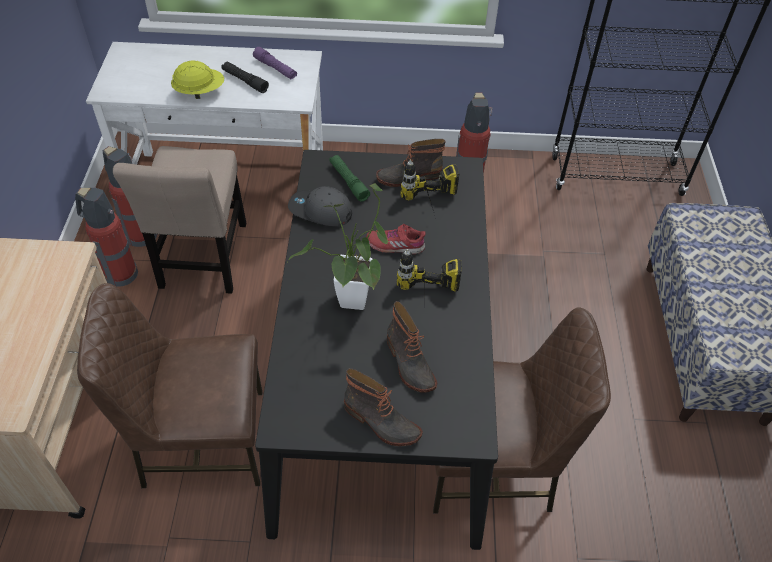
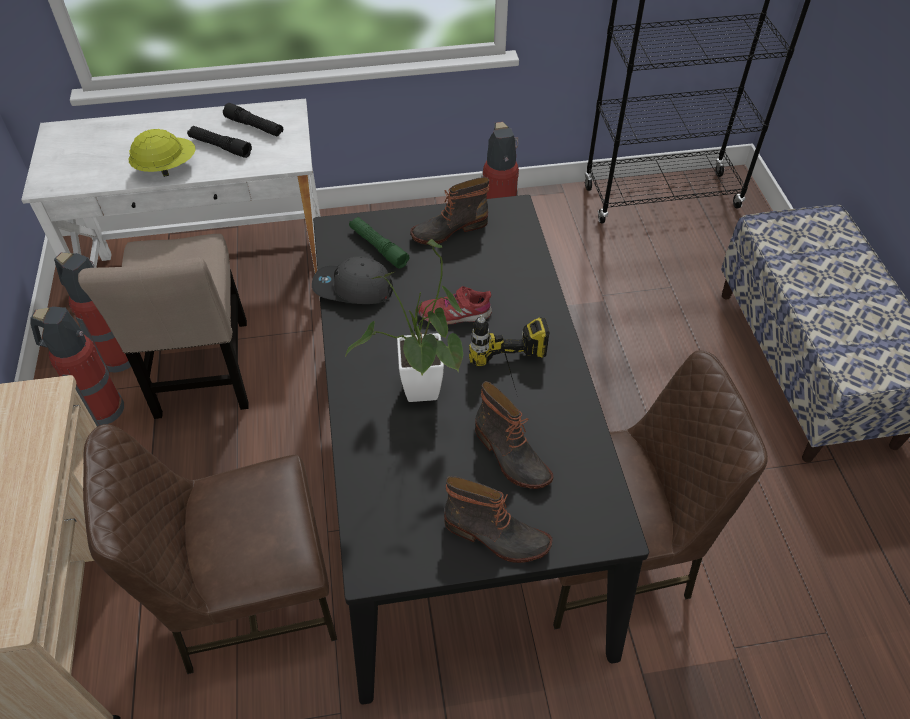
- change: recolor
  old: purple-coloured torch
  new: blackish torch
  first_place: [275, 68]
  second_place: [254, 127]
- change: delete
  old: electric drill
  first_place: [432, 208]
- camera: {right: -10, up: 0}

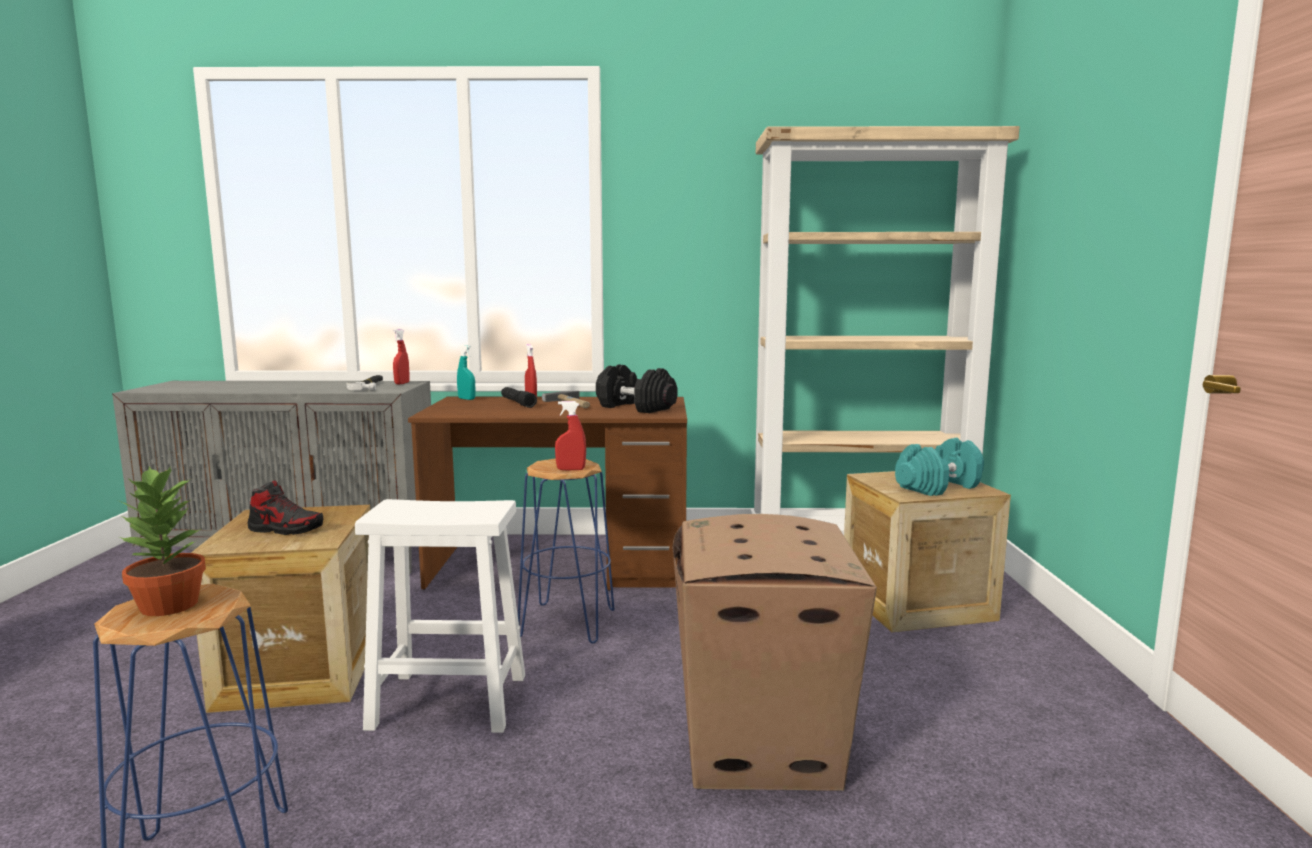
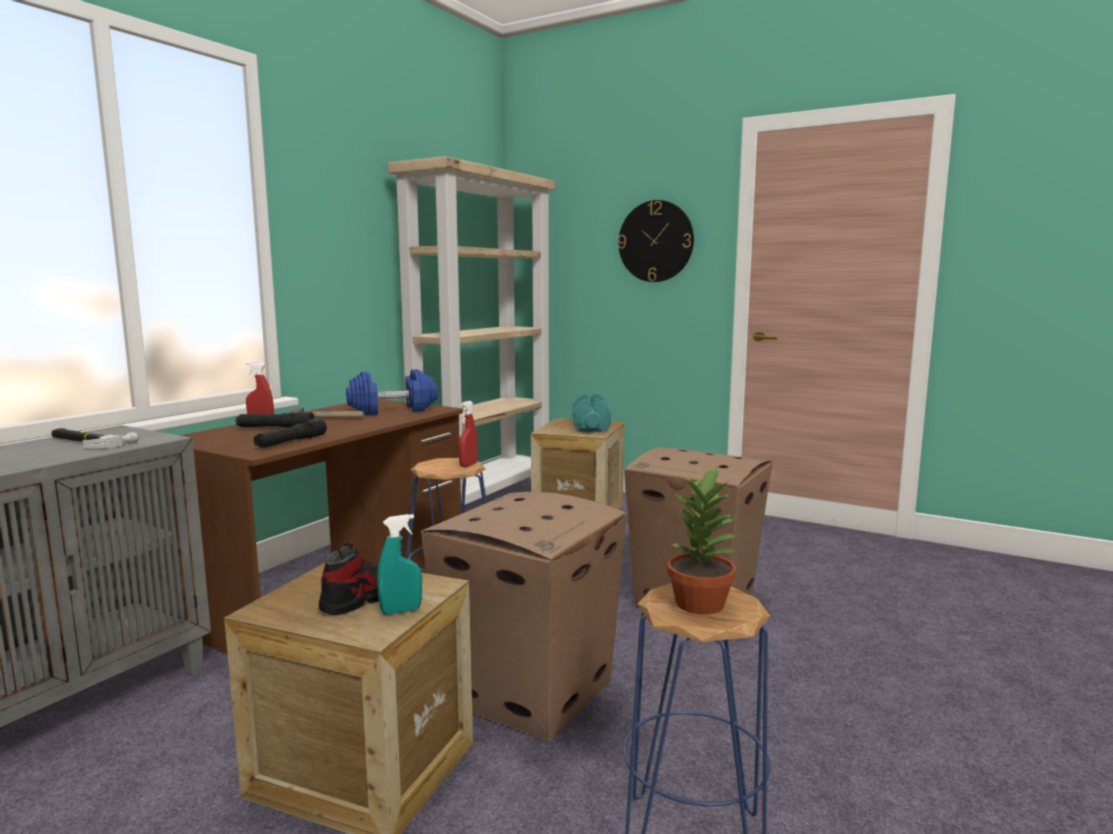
- change: delete
  old: red-coloured sprayer
  first_place: [402, 383]
- change: move
  old: blue-green sprayer
  first_place: [466, 399]
  second_place: [401, 611]
- change: recolor
  old: blackish dumbbell
  new: blue dumbbell
  first_place: [636, 407]
  second_place: [393, 410]
- change: replace
  old: whitish sitting stool
  new: cardboard box
  first_place: [452, 701]
  second_place: [530, 690]
- change: insert
  new: hanging clock
  second_place: [655, 241]
- change: insert
  new: blackish torch
  second_place: [291, 442]
- camera: {right: -60, up: 0}

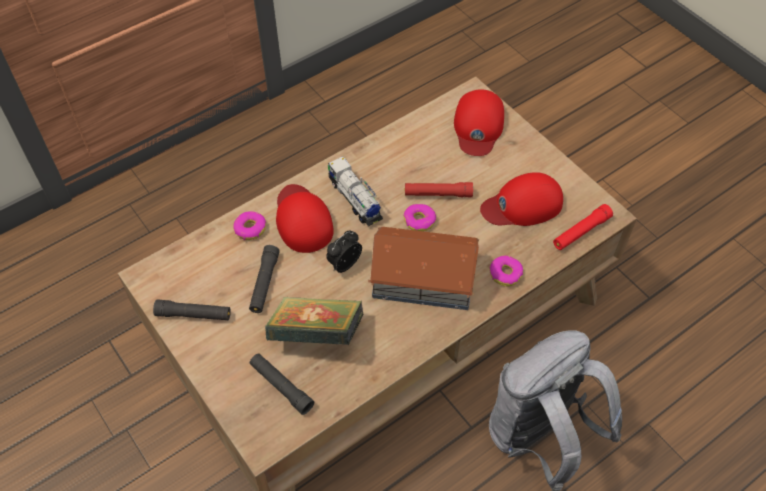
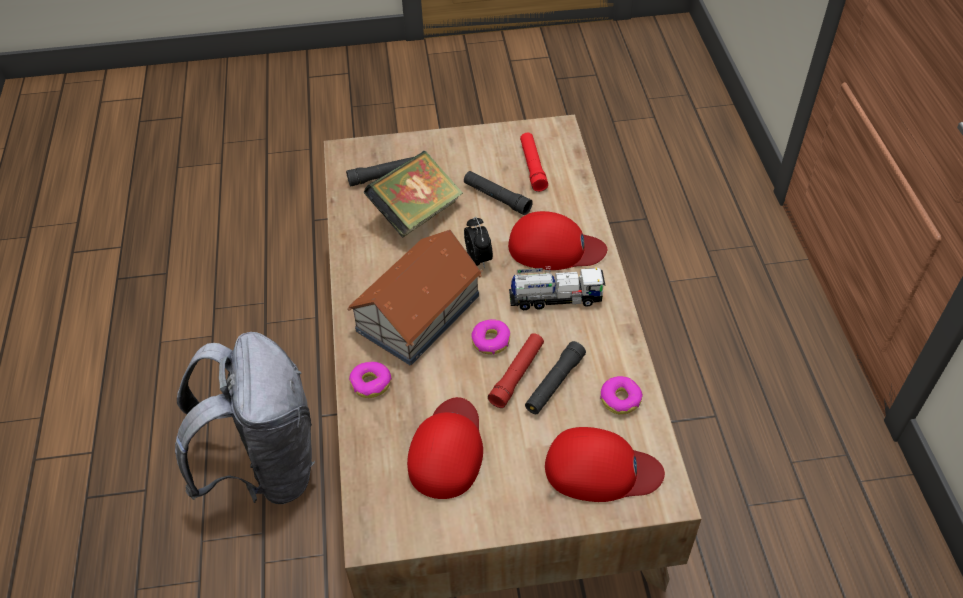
- change: rotate
  old: red-coloured cap
  first_place: [478, 126]
  second_place: [601, 470]
  degrees: 150
- change: move
  old: red-coloured torch
  first_place: [581, 232]
  second_place: [532, 166]
- change: move
  old: doughnut
  first_place: [250, 229]
  second_place: [620, 399]
- change: move
  old: blackish torch
  first_place: [194, 314]
  second_place: [554, 383]
- camera: {right: 120, up: -5}

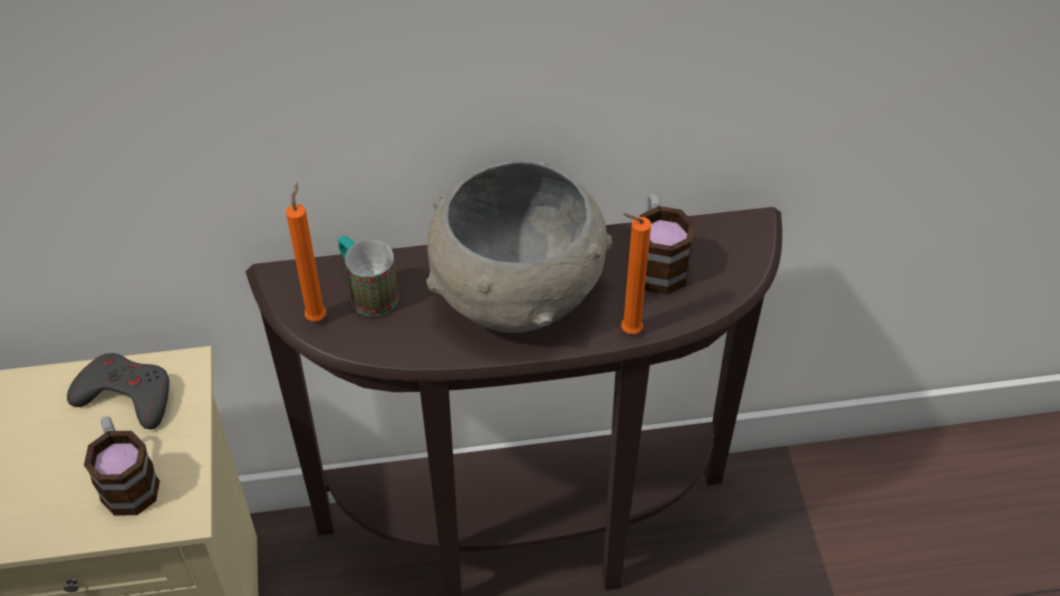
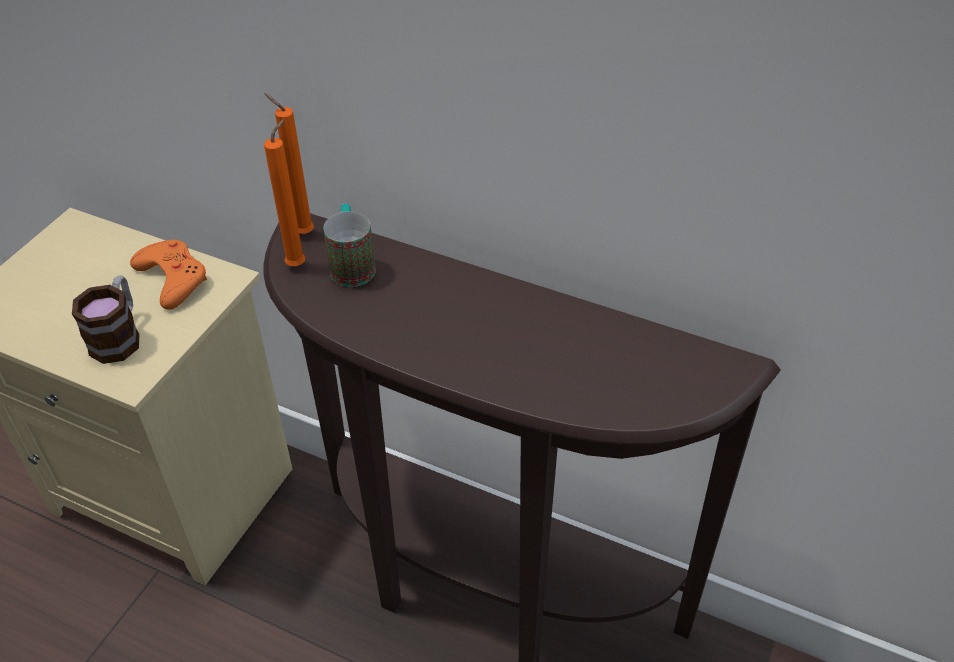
- change: delete
  old: gray bowl
  first_place: [516, 291]
- change: delete
  old: coffee mug
  first_place: [657, 262]
- change: move
  old: orange wax candle
  first_place: [627, 331]
  second_place: [302, 233]
- change: recolor
  old: gray joypad
  new: orange joypad
  first_place: [126, 395]
  second_place: [172, 278]
- camera: {right: 35, up: -5}

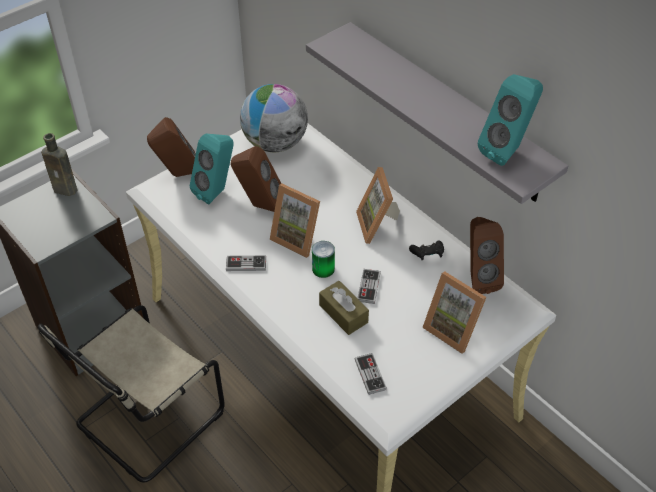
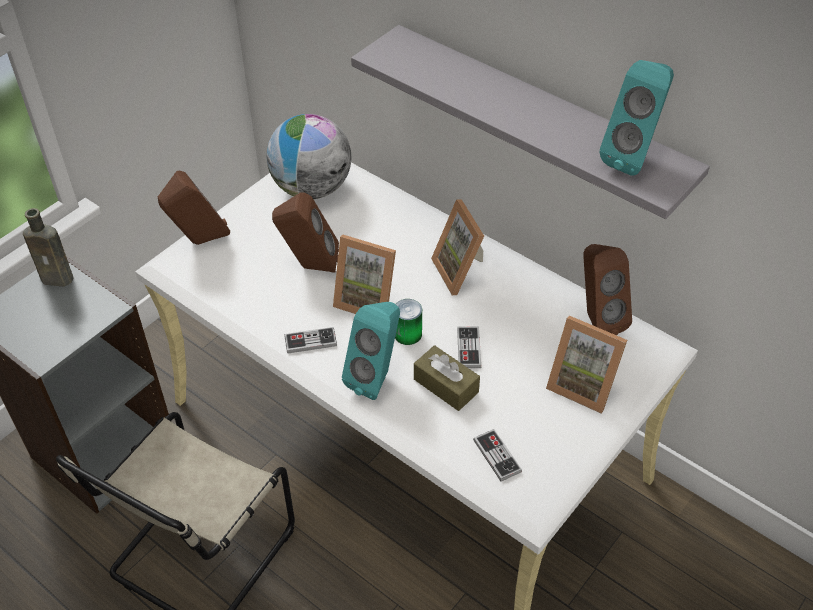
- change: move
  old: blue-green speaker
  first_place: [217, 191]
  second_place: [376, 377]
- change: delete
  old: blackish joypad
  first_place: [427, 254]
- camera: {right: -10, up: 0}

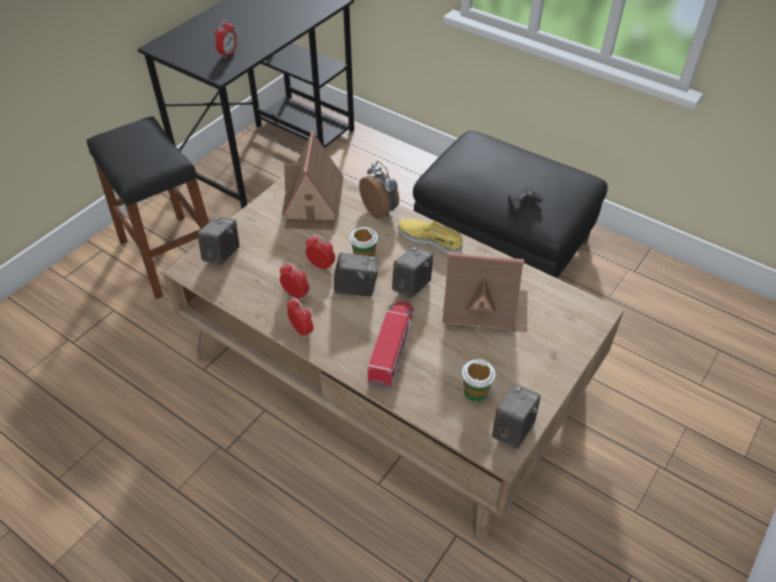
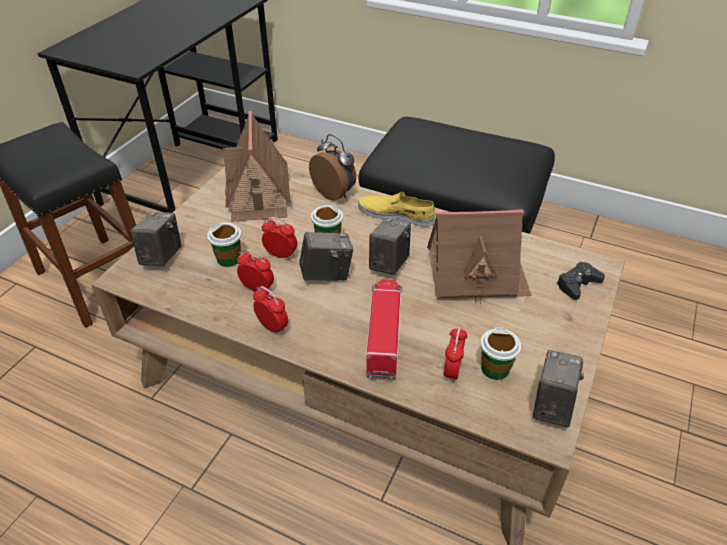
- change: move
  old: bedside clock
  first_place: [228, 54]
  second_place: [452, 370]
- change: move
  old: blackish joypad
  first_place: [523, 202]
  second_place: [577, 284]
- change: insert
  new: small cup
  second_place: [229, 259]
- camera: {right: -10, up: -5}

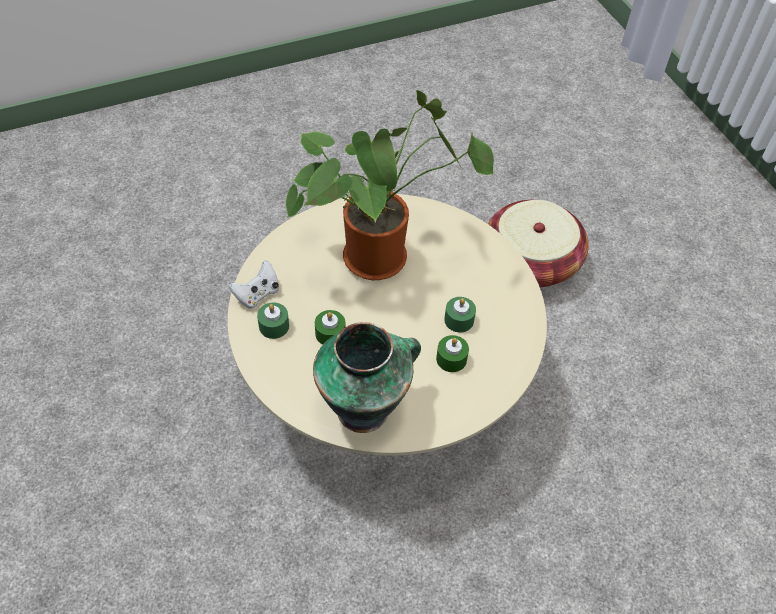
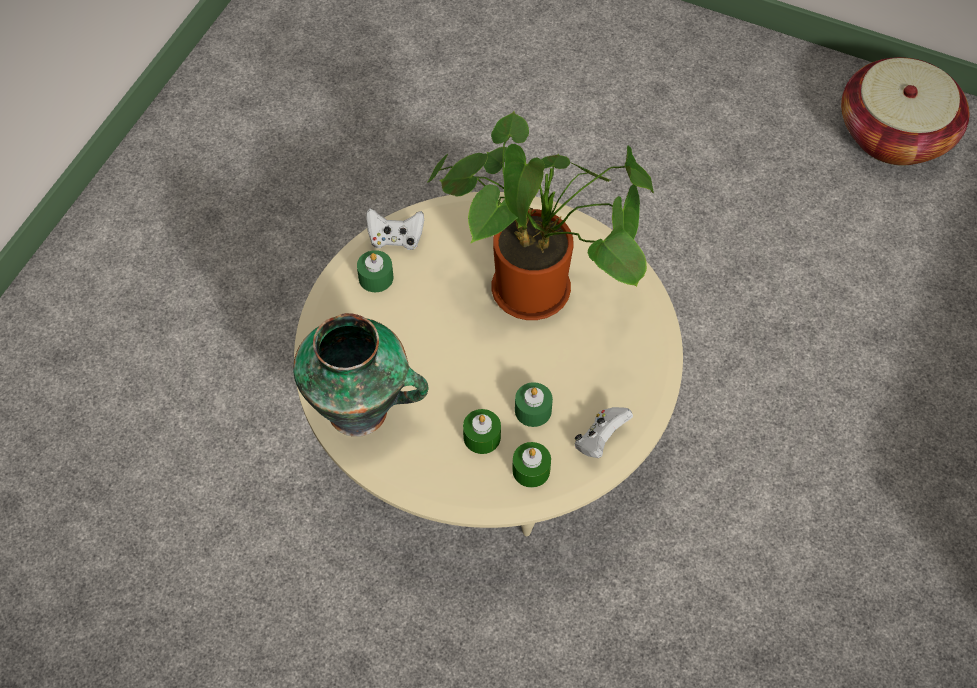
- change: move
  old: basket
  first_place: [531, 261]
  second_place: [895, 134]
- change: move
  old: greenish wax candle
  first_place: [330, 333]
  second_place: [531, 470]
- change: insert
  new: whitish joypad
  second_place: [600, 440]
- camera: {right: 50, up: 5}

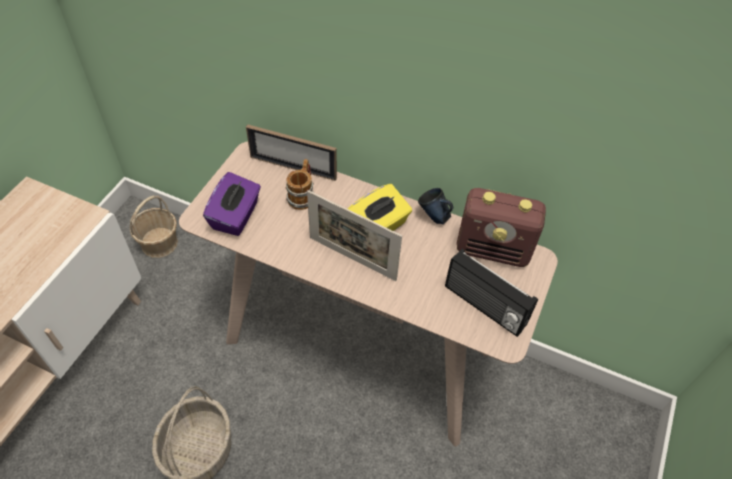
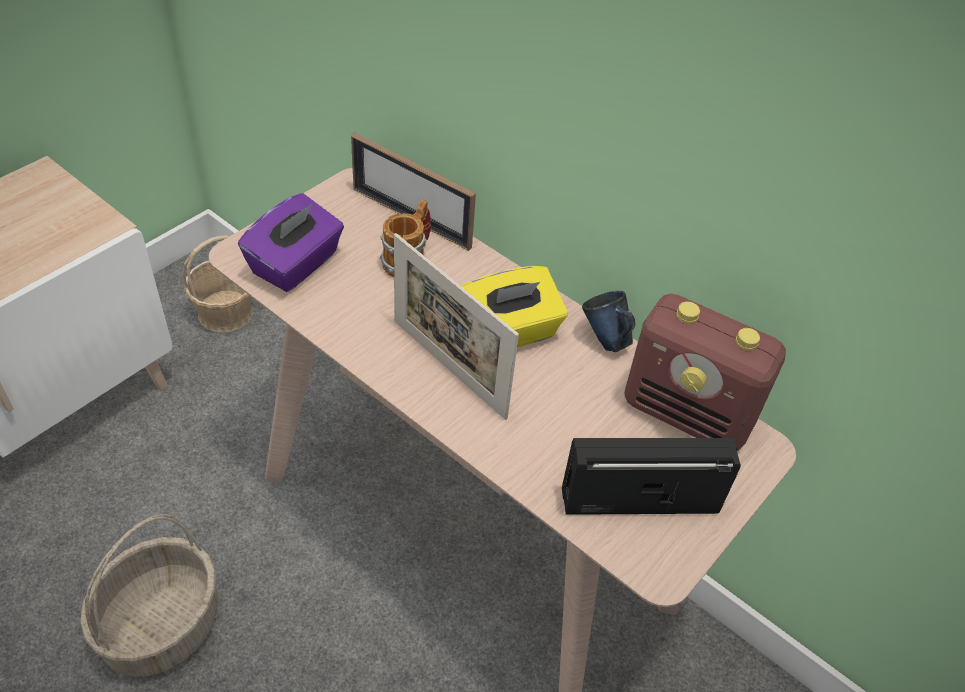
- change: rotate
  old: radio set
  first_place: [483, 306]
  second_place: [639, 499]
  degrees: 120
- camera: {right: 15, up: -5}

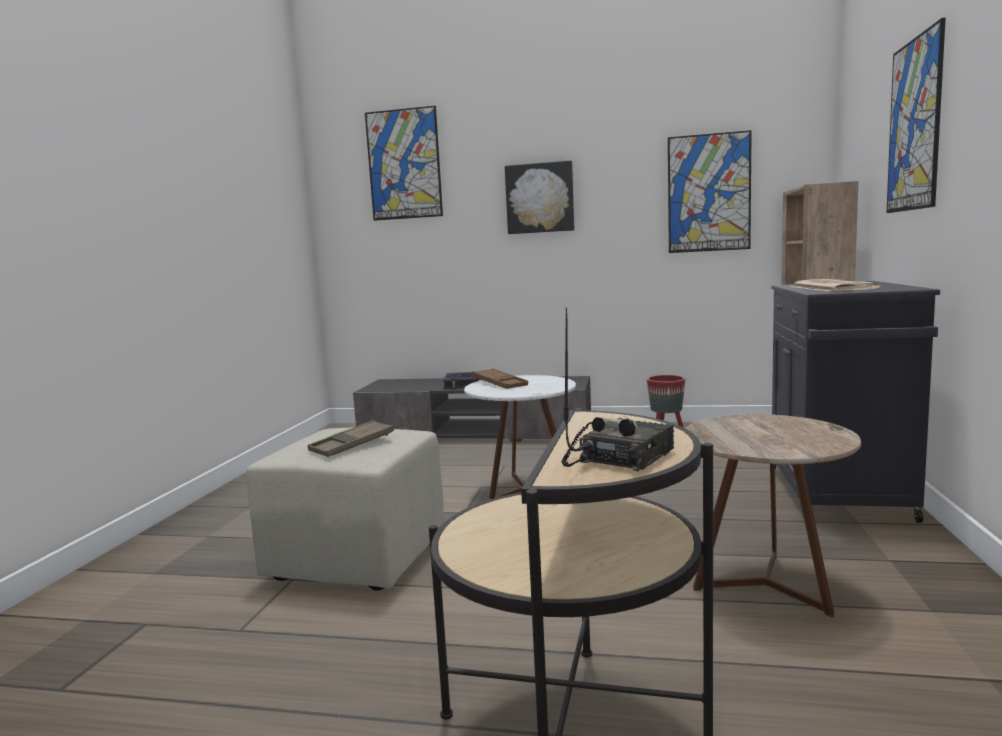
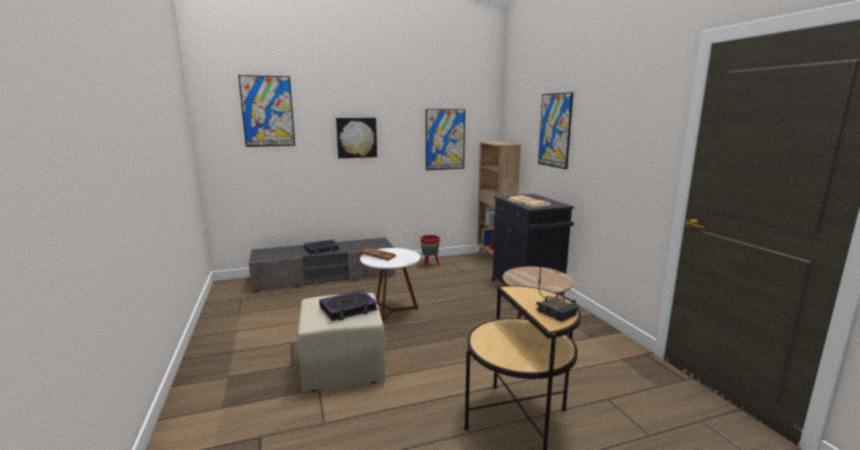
- change: rotate
  old: radio set
  first_place: [618, 457]
  second_place: [556, 312]
  degrees: 135
- change: replace
  old: brown-coloured serving tray
  new: volume
  first_place: [352, 445]
  second_place: [348, 309]
- camera: {right: -30, up: 5}

